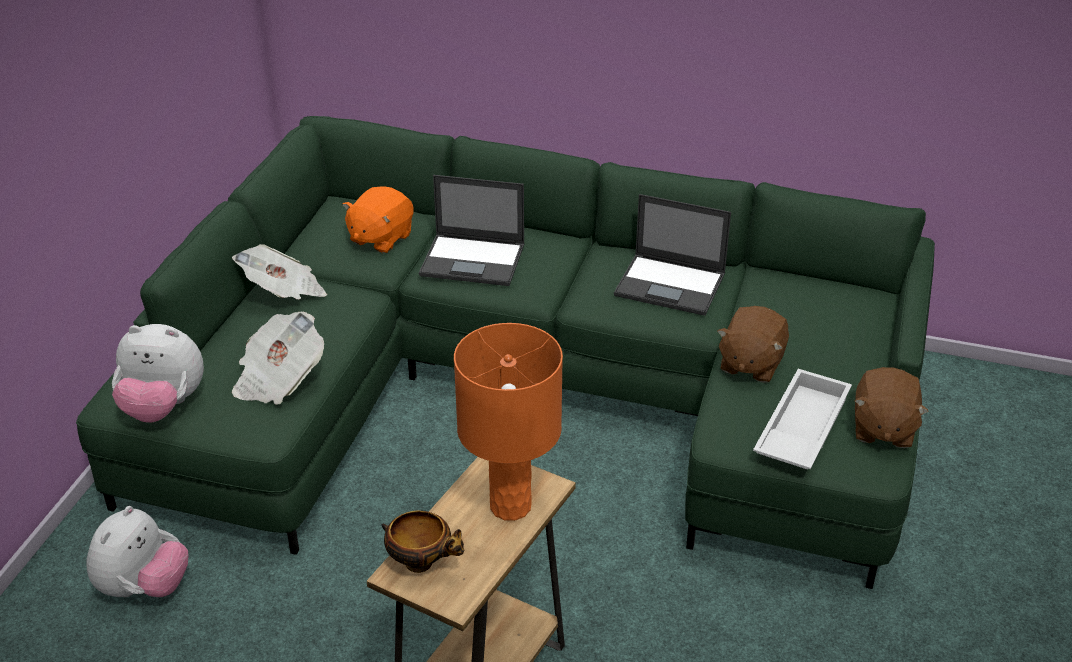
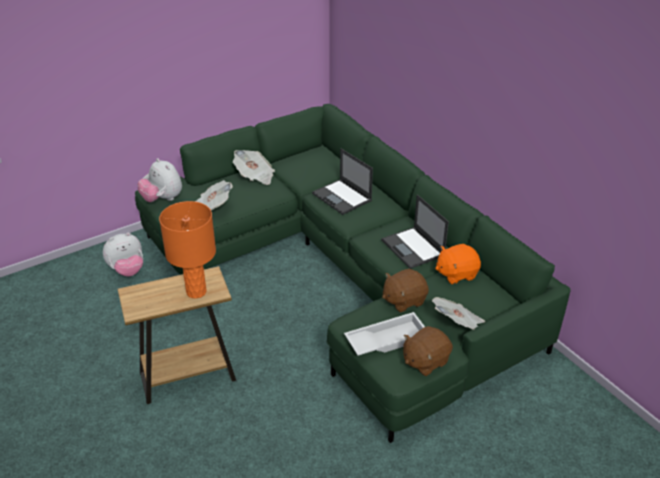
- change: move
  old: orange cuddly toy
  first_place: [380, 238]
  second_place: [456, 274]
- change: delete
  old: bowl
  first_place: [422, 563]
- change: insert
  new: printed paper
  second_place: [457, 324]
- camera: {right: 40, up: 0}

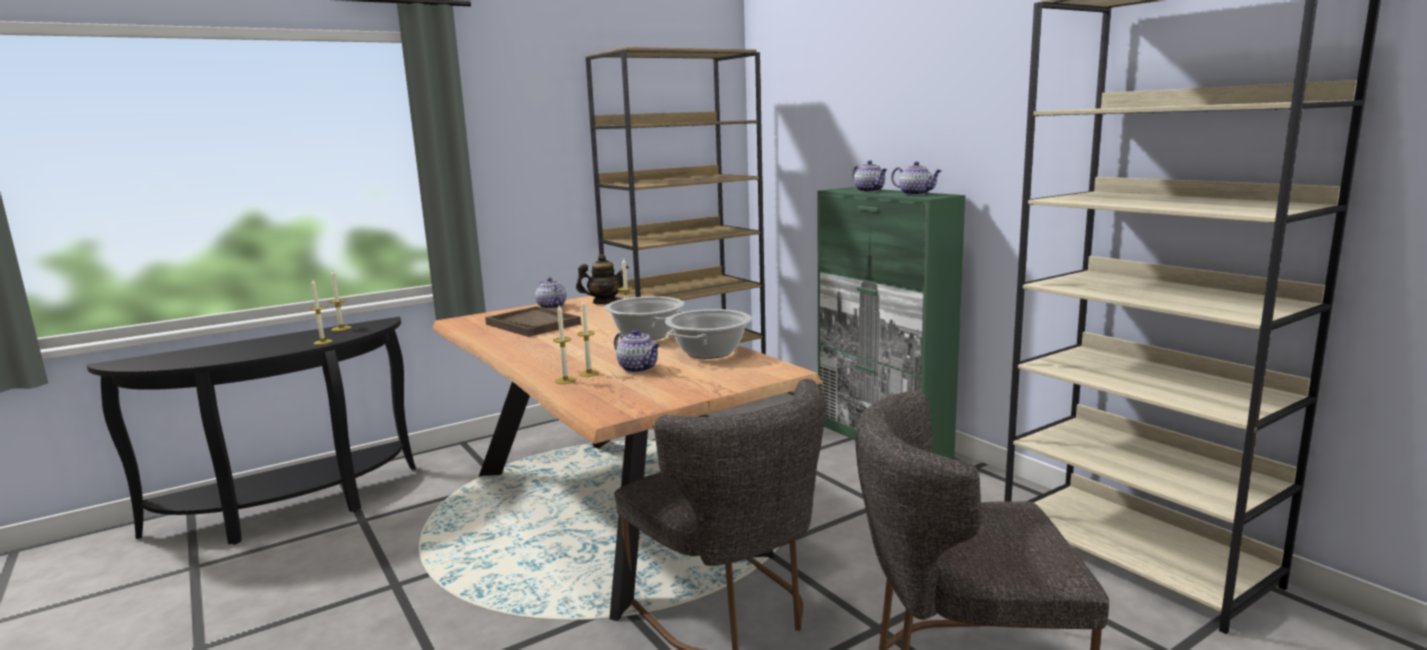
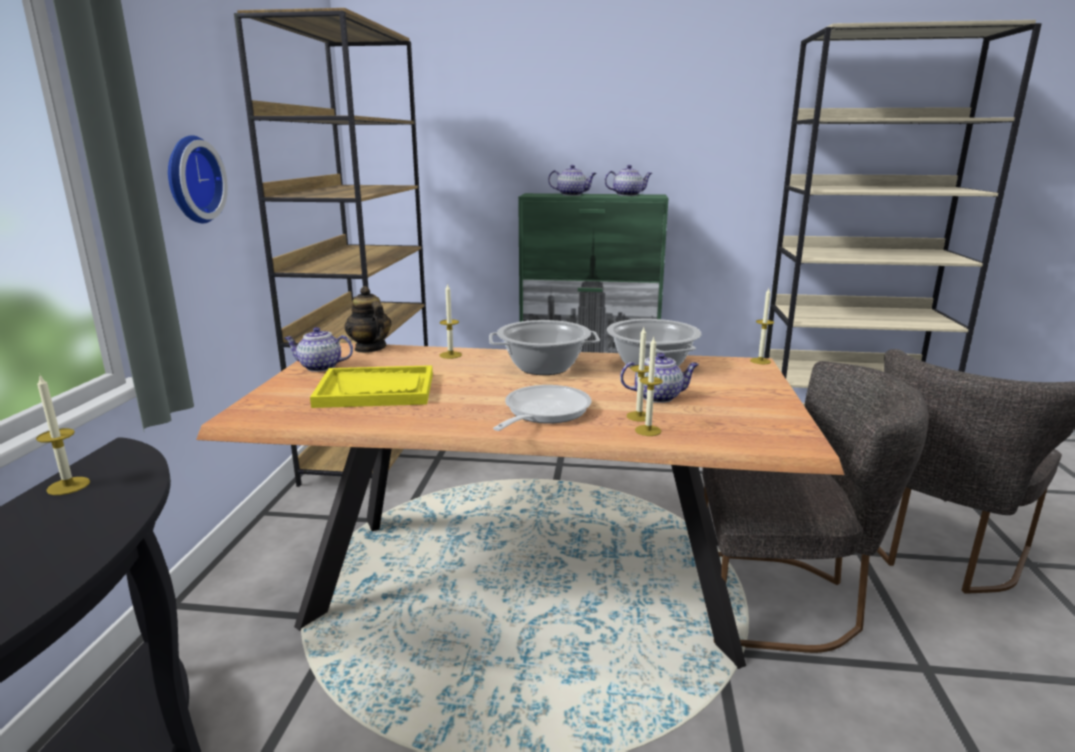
- change: rotate
  old: pot for tea
  first_place: [604, 302]
  second_place: [370, 348]
  degrees: -60
- change: move
  old: wax candle
  first_place: [323, 342]
  second_place: [760, 361]
- change: recolor
  old: brown-coloured serving tray
  new: yellow serving tray
  first_place: [533, 324]
  second_place: [376, 390]
- change: insert
  new: hanging clock
  second_place: [190, 180]
- change: insert
  new: frying pan
  second_place: [543, 413]
- camera: {right: -50, up: 5}

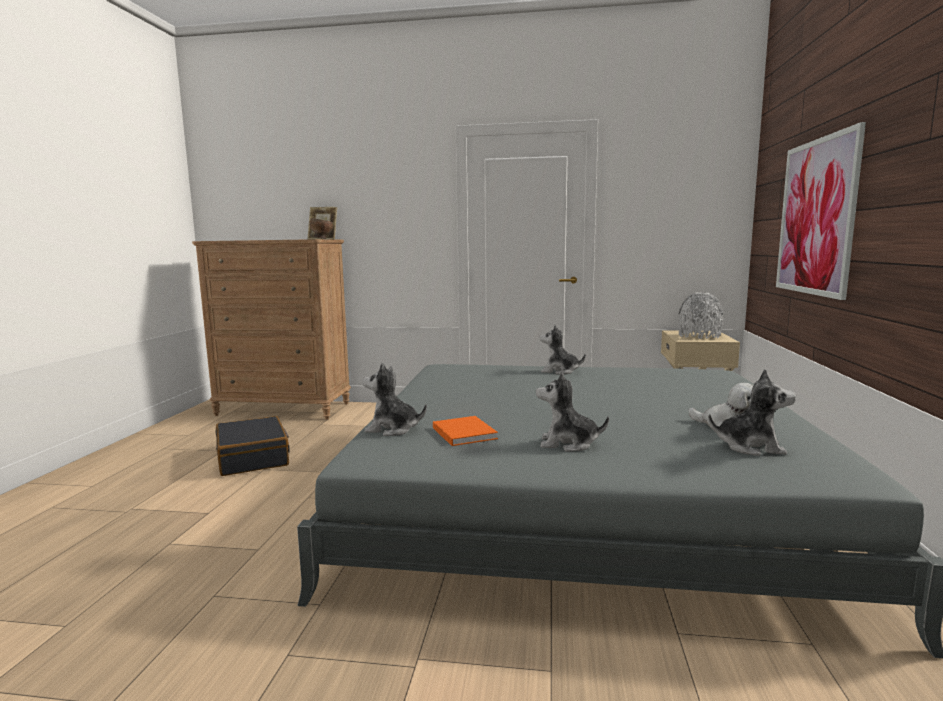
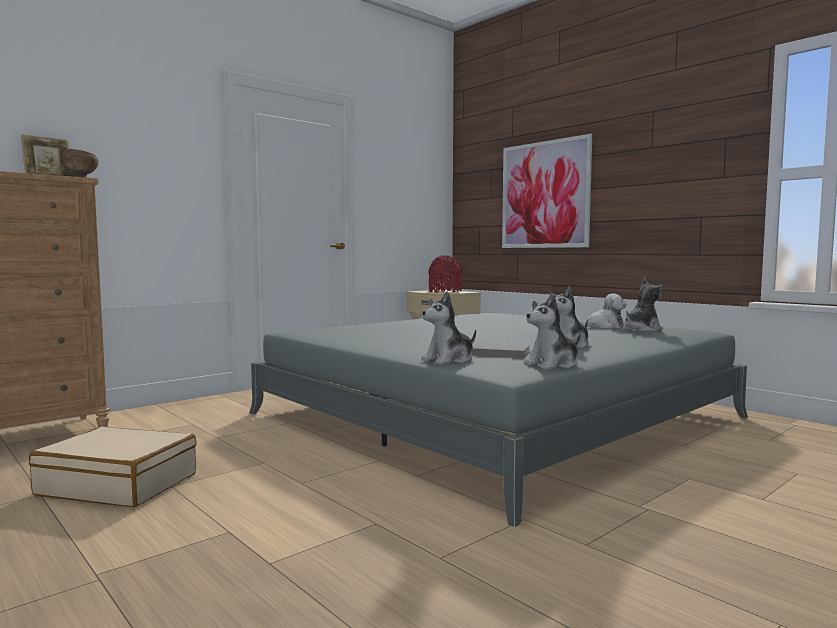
- change: recolor
  old: gray vase
  new: red-coloured vase
  first_place: [699, 336]
  second_place: [445, 291]
- change: move
  old: cuddly toy
  first_place: [559, 371]
  second_place: [553, 365]
- change: recolor
  old: blackish travel case
  new: sand-coloured travel case
  first_place: [253, 457]
  second_place: [119, 484]
- change: recolor
  old: orange volume
  new: gray volume
  first_place: [463, 432]
  second_place: [498, 352]
- camera: {right: -50, up: -5}

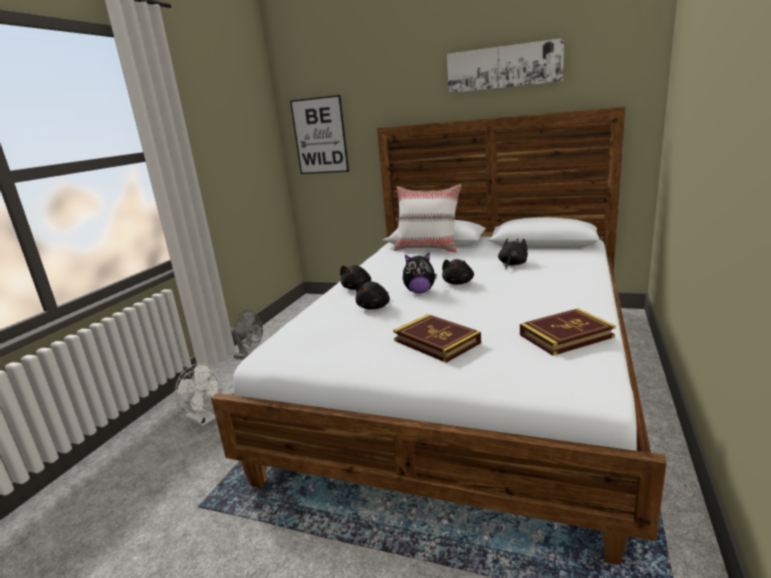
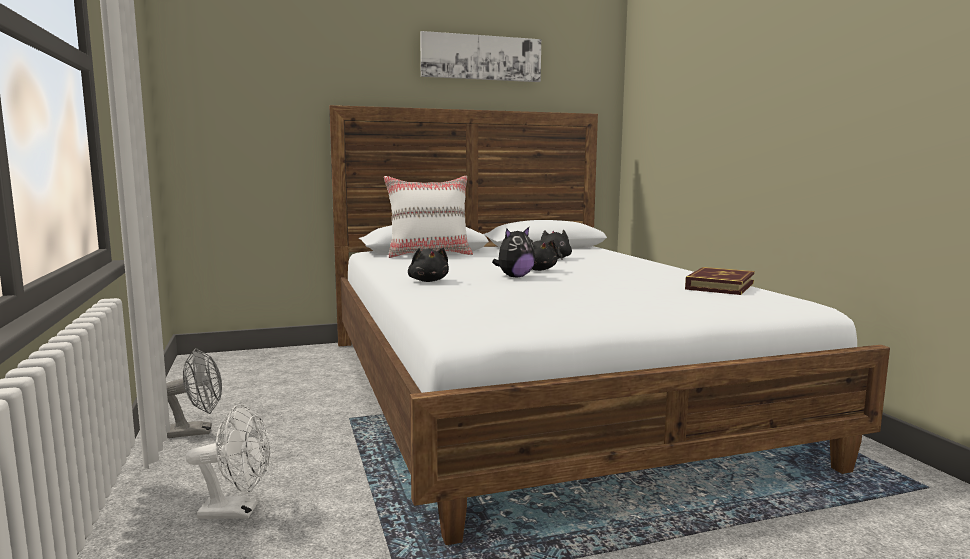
- change: delete
  old: picture
  first_place: [320, 136]
- change: delete
  old: blackish cuddly toy
  first_place: [374, 307]
- change: delete
  old: volume
  first_place: [436, 342]
- camera: {right: -40, up: -10}

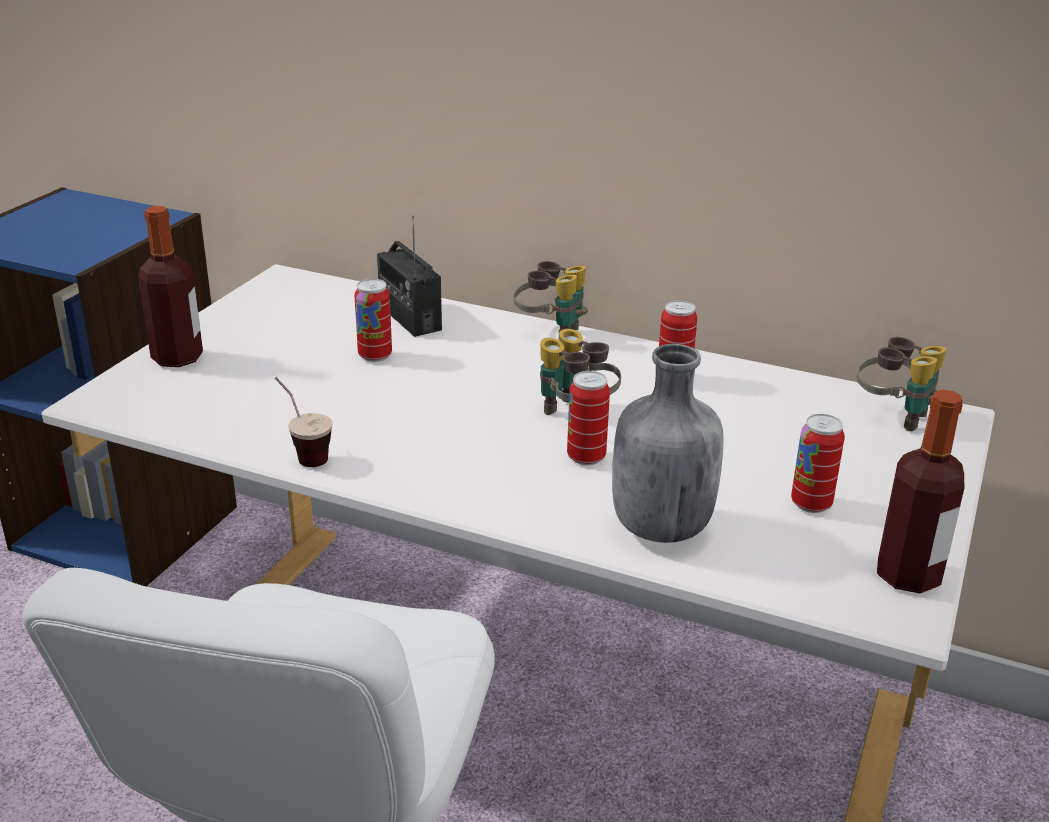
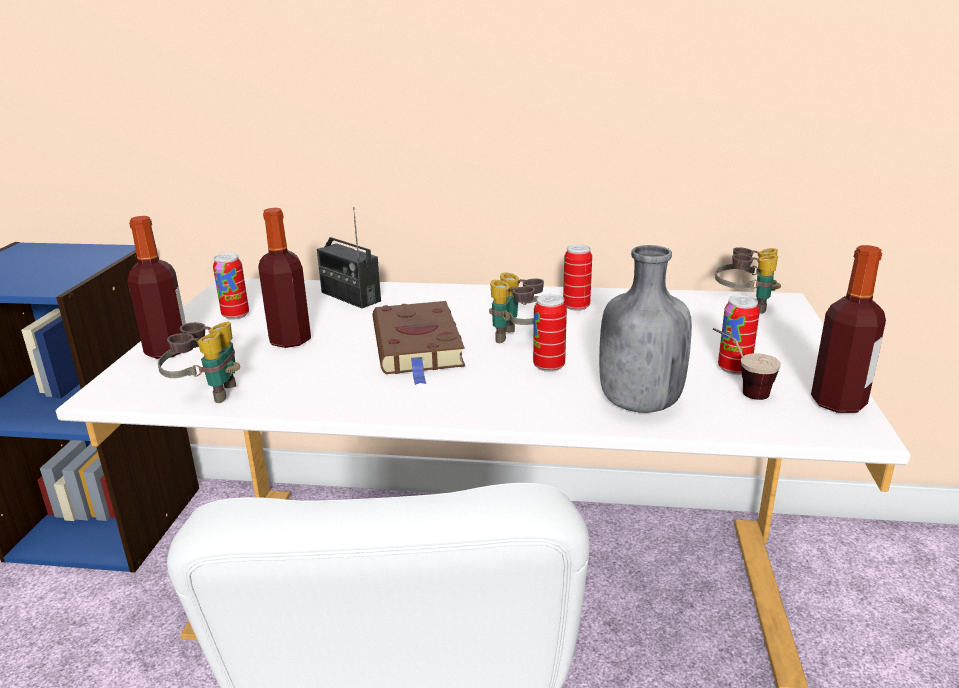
- change: move
  old: field glasses
  first_place: [551, 332]
  second_place: [207, 393]
- change: move
  old: metal can
  first_place: [375, 356]
  second_place: [235, 315]
- change: move
  old: small cup
  first_place: [303, 453]
  second_place: [739, 391]
- change: insert
  new: bottle
  second_place: [290, 340]
- change: insert
  new: brown-coloured volume
  second_place: [418, 347]
- camera: {right: -15, up: -5}

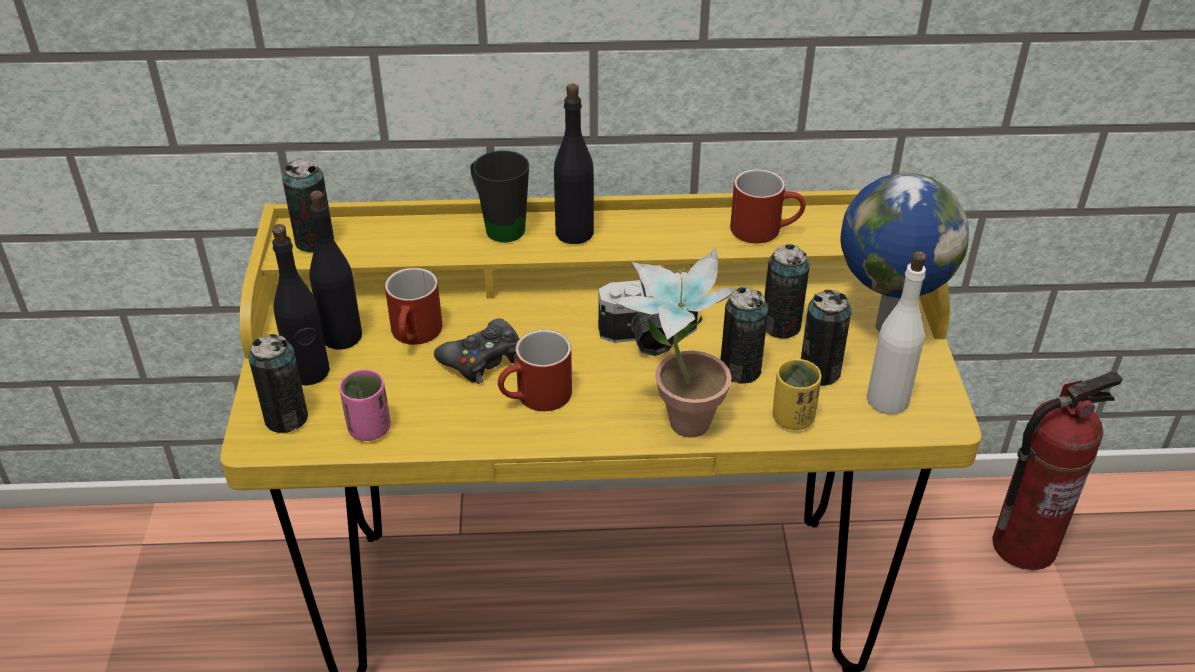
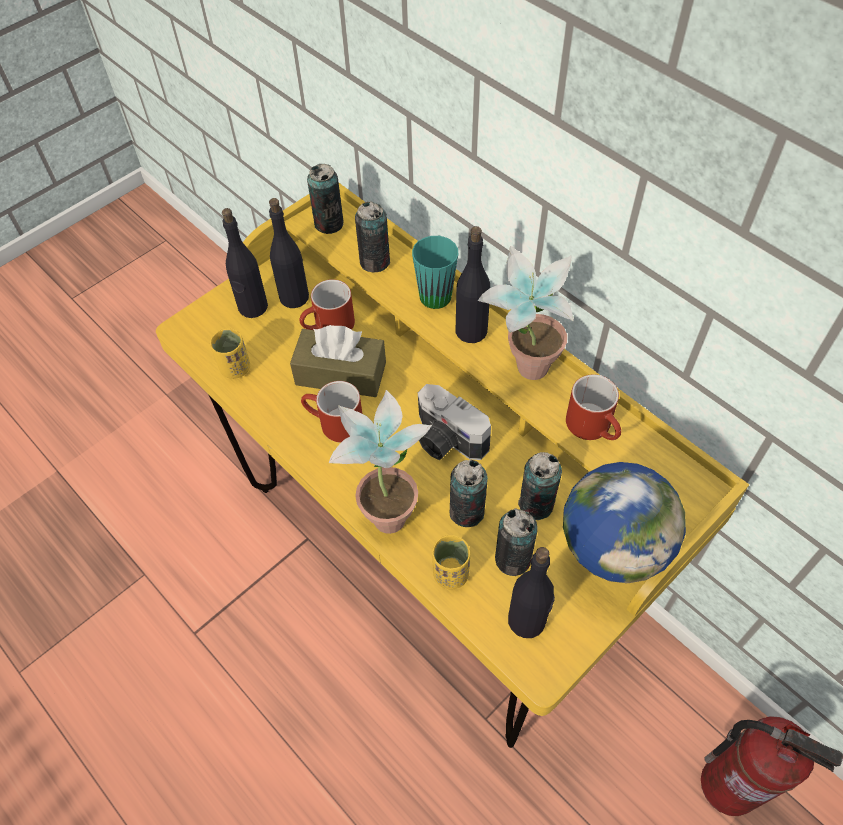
- change: recolor
  old: blackish coffee mug
  new: blue-green coffee mug
  first_place: [498, 225]
  second_place: [436, 290]
- change: recolor
  old: whitish bottle
  new: blackish bottle
  first_place: [888, 399]
  second_place: [527, 620]
- change: replace
  old: blackish joypad
  new: brown-coloured tissue holder
  first_place: [483, 359]
  second_place: [341, 373]
- change: move
  old: metal can
  first_place: [286, 418]
  second_place: [375, 262]
- change: recolor
  old: pink small cup
  new: yellow small cup
  first_place: [369, 429]
  second_place: [235, 368]
- change: insert
  new: plant in a pot
  second_place: [522, 372]
- camera: {right: 50, up: 15}

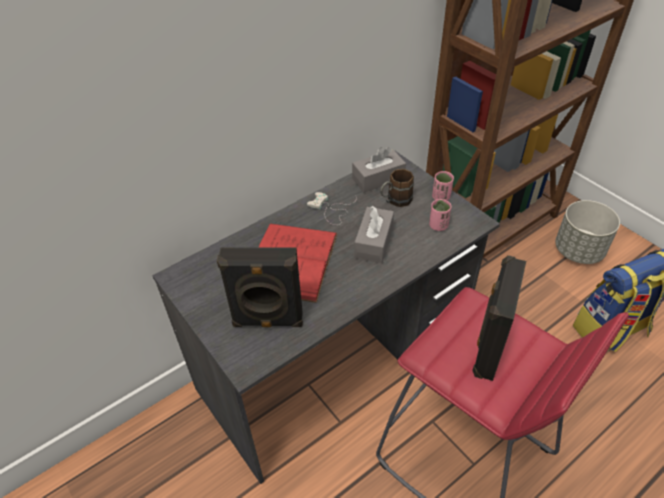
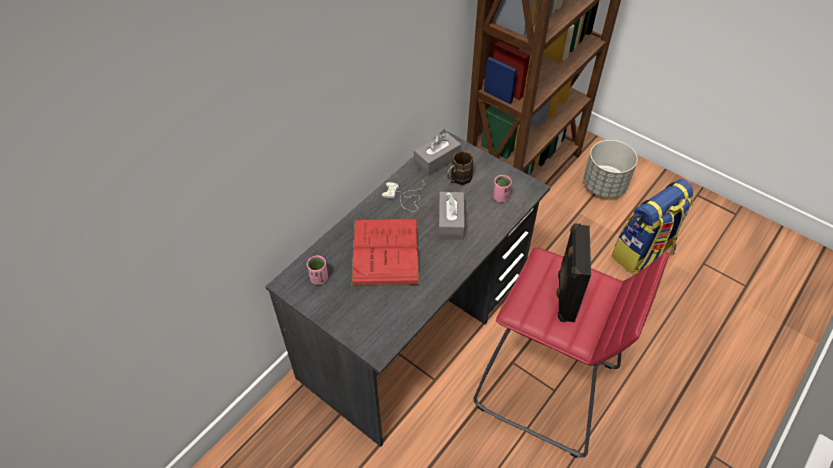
- change: move
  old: pink small cup
  first_place: [441, 197]
  second_place: [319, 278]
- change: delete
  old: blackish speaker
  first_place: [268, 322]
- camera: {right: -15, up: 5}

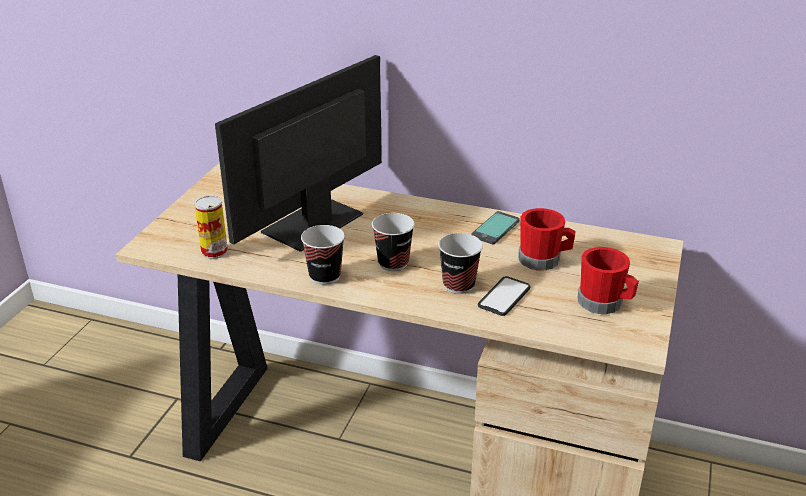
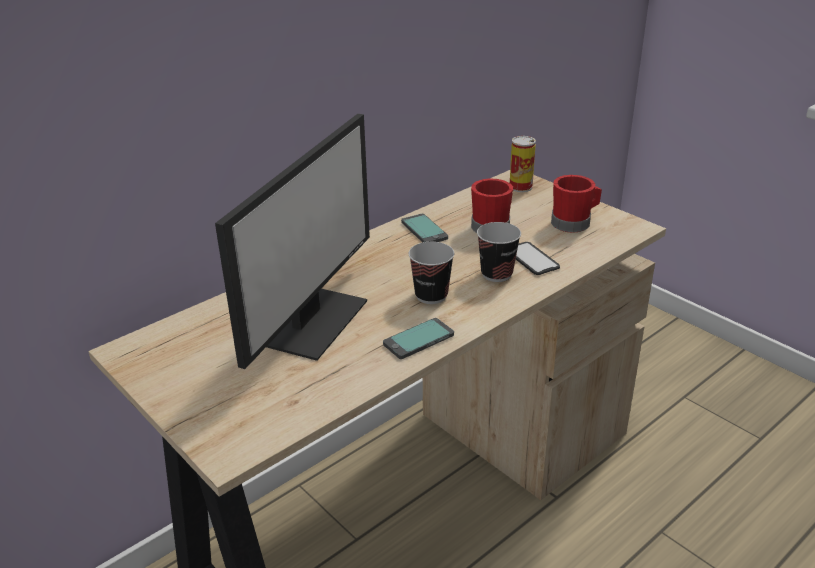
- change: rotate
  old: monitor
  first_place: [313, 224]
  second_place: [312, 320]
  degrees: -135
- change: move
  old: metal can
  first_place: [214, 251]
  second_place: [520, 187]
- change: replace
  old: small cup
  new: telephone
  first_place: [325, 276]
  second_place: [419, 340]
- camera: {right: -60, up: 0}

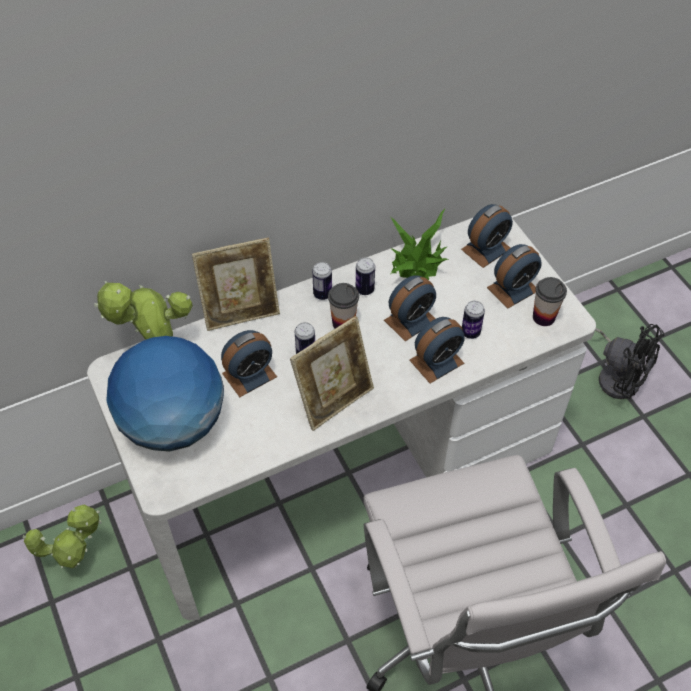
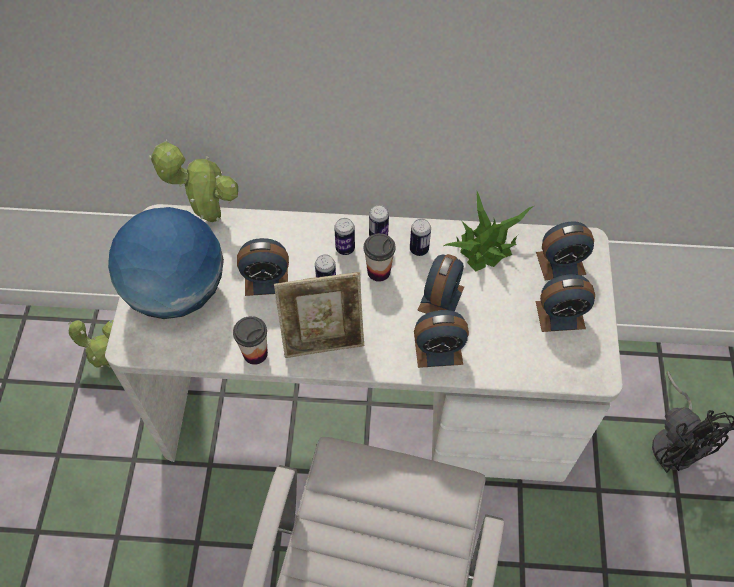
- change: delete
  old: photo frame
  first_place: [241, 311]
- change: rotate
  old: bedside clock
  first_place: [410, 320]
  second_place: [441, 298]
  degrees: -60
- change: move
  old: small cup
  first_place: [543, 317]
  second_place: [255, 353]
- change: move
  old: metal can
  first_place: [470, 332]
  second_place: [345, 248]
- camera: {right: 30, up: 5}

